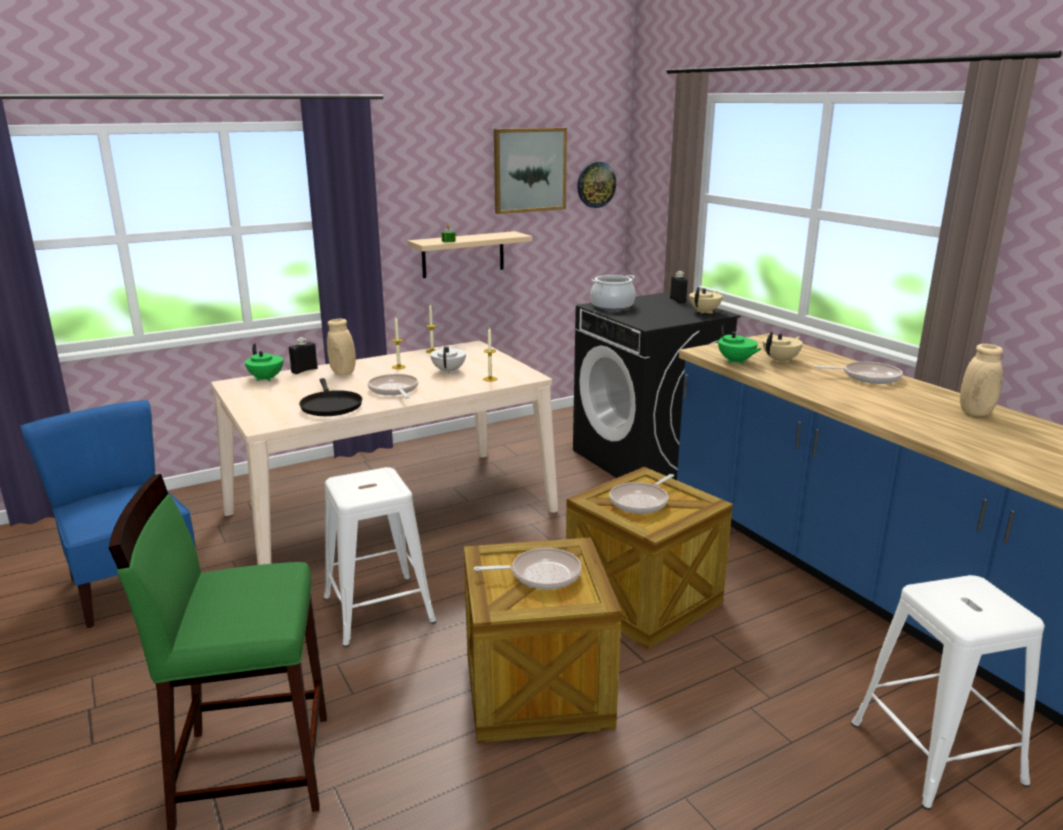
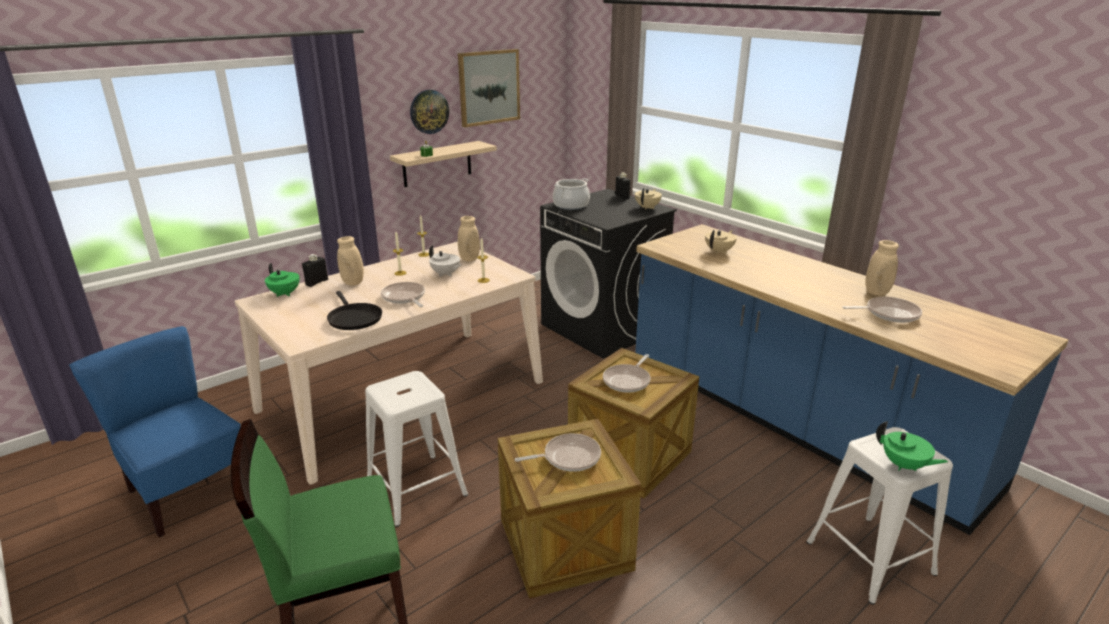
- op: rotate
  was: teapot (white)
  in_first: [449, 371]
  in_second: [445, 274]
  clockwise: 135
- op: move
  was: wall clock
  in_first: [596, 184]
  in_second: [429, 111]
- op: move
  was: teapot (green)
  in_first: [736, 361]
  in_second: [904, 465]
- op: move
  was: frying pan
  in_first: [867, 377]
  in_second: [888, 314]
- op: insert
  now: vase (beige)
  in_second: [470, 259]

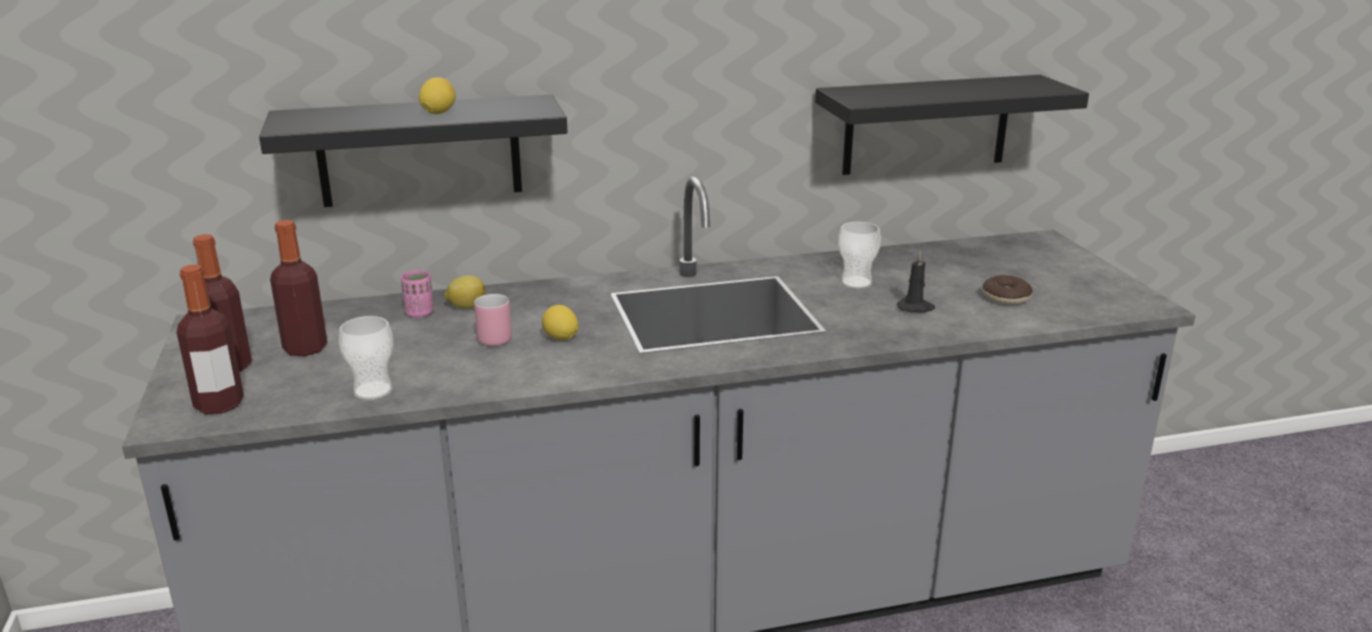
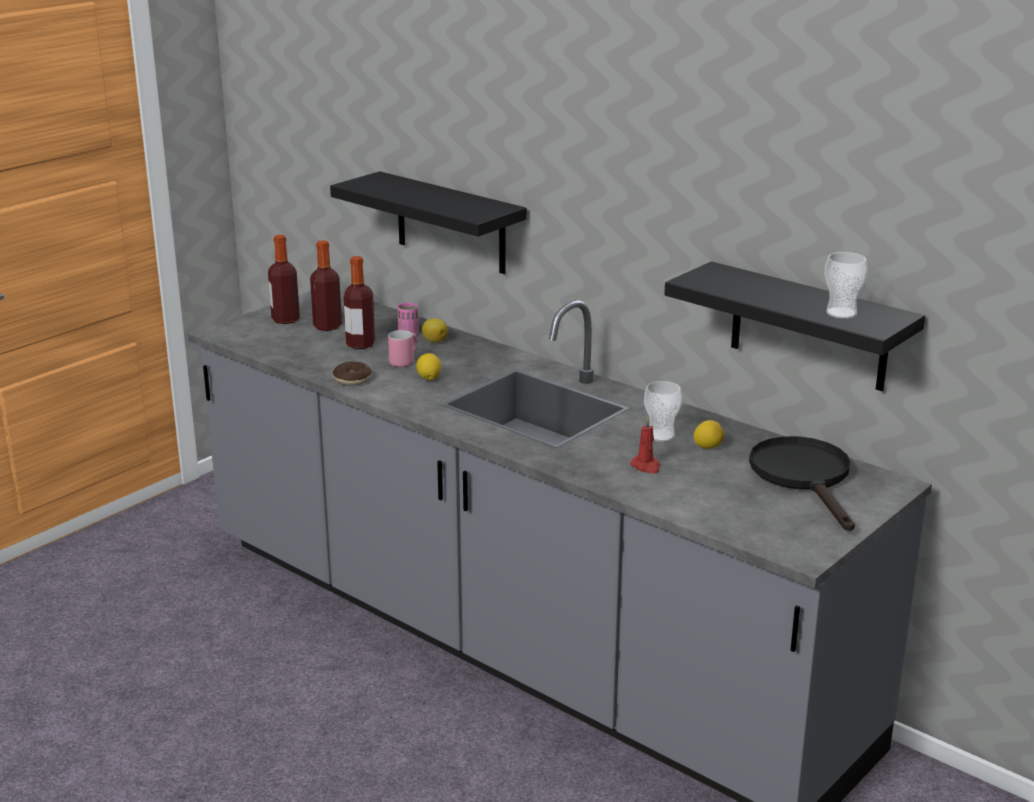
- op: move
  was: bottle
  in_first: [219, 405]
  in_second: [360, 344]
- op: move
  was: cup
  in_first: [373, 391]
  in_second: [841, 313]
- op: move
  was: lemon
  in_first: [438, 113]
  in_second: [708, 447]
- op: recolor
  was: candle (black)
  now: candle (red)
  in_first: [916, 308]
  in_second: [646, 466]
- op: move
  was: donut
  in_first: [1006, 298]
  in_second: [352, 379]
- op: insert
  now: frying pan (black)
  in_second: [805, 477]

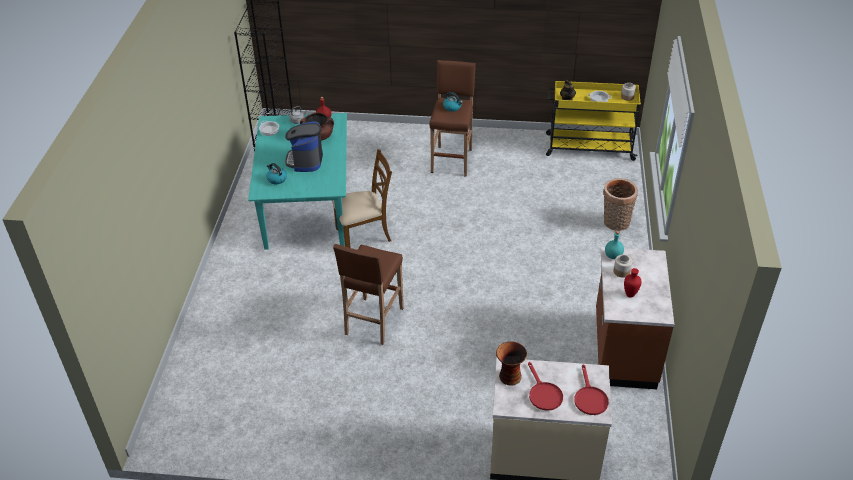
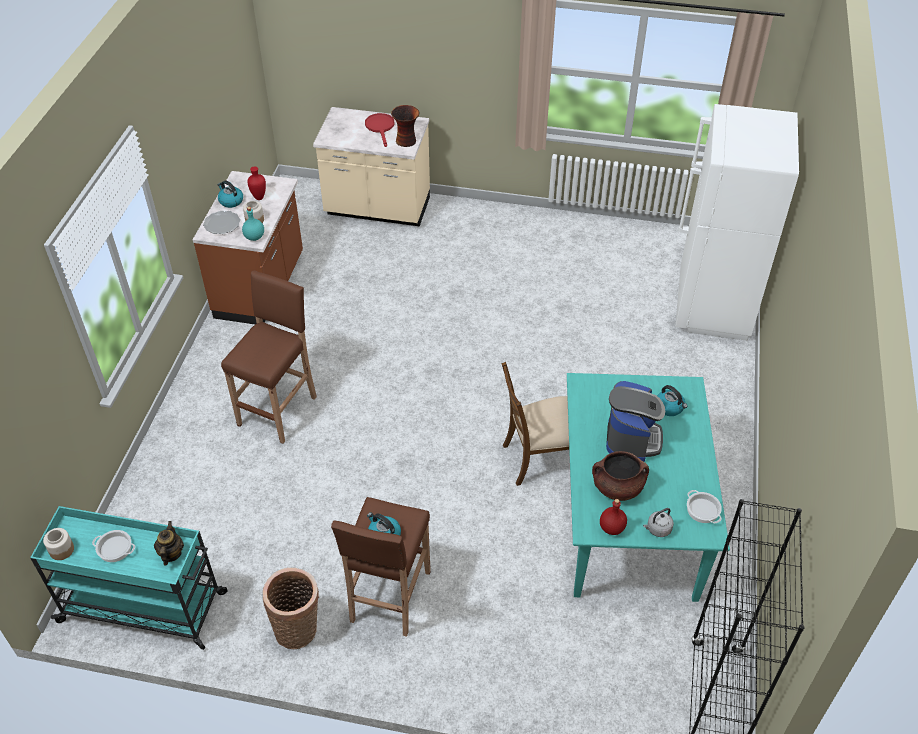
- op: move
  was: stool (brown)
  in_first: [373, 322]
  in_second: [279, 410]
- op: recolor
  was: cart (yellow)
  now: cart (turquoise)
  in_first: [588, 147]
  in_second: [145, 607]
- op: delete
  was: frying pan (red)
  in_first: [589, 398]
- op: move
  was: basket
  in_first: [615, 223]
  in_second: [298, 629]
- op: insert
  now: plate
  in_second: [222, 224]
- op: insert
  now: kettle
  in_second: [230, 201]
- op: insert
  now: fridge (white)
  in_second: [712, 306]

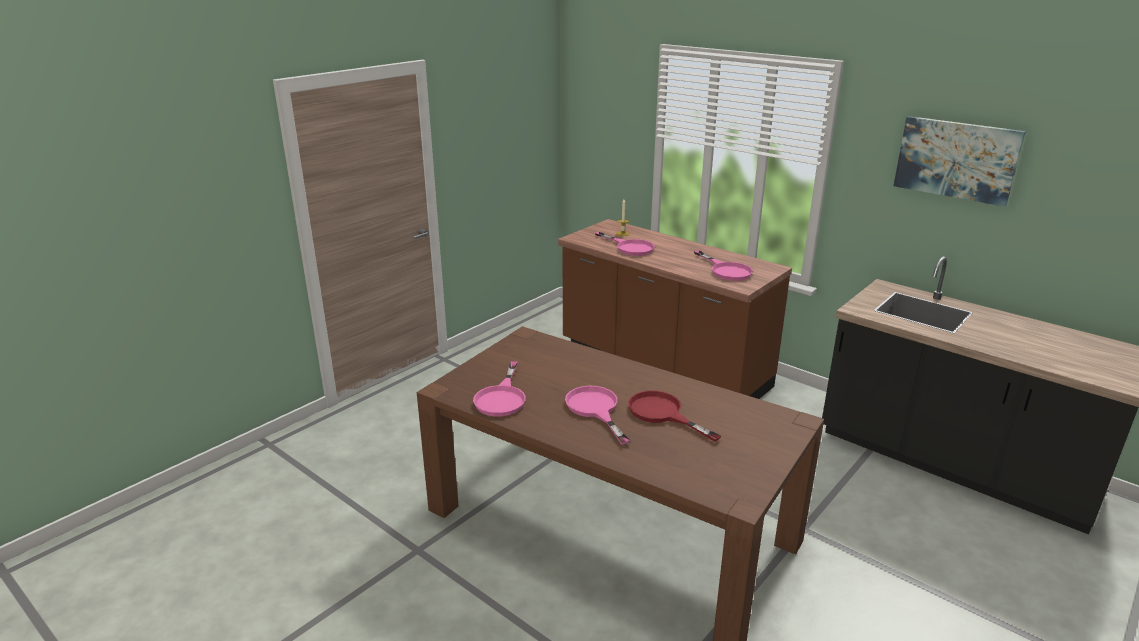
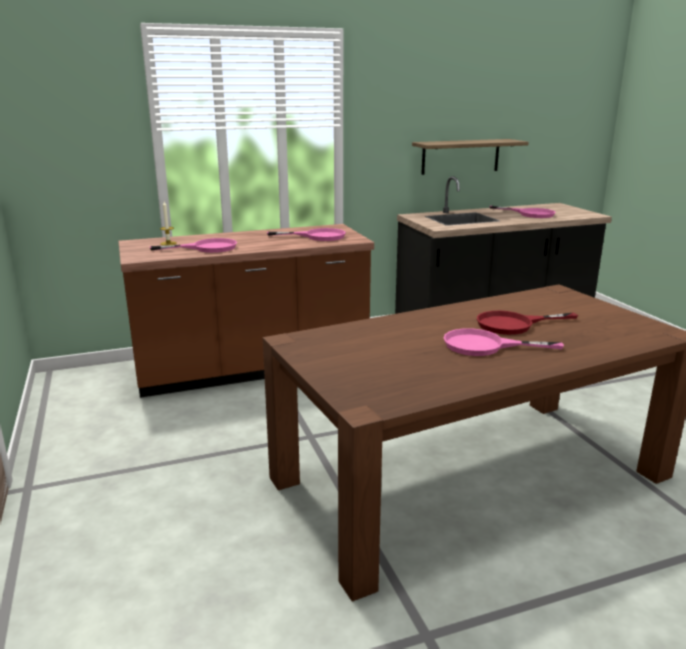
- op: move
  was: frying pan (pink)
  in_first: [502, 397]
  in_second: [530, 214]
- op: delete
  was: picture
  in_first: [956, 159]
- op: insert
  now: shelf
  in_second: [460, 156]

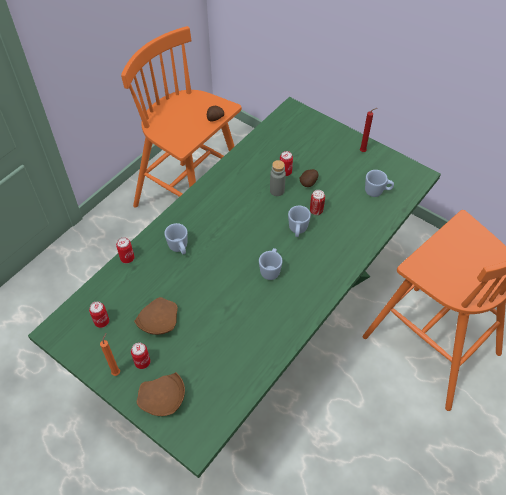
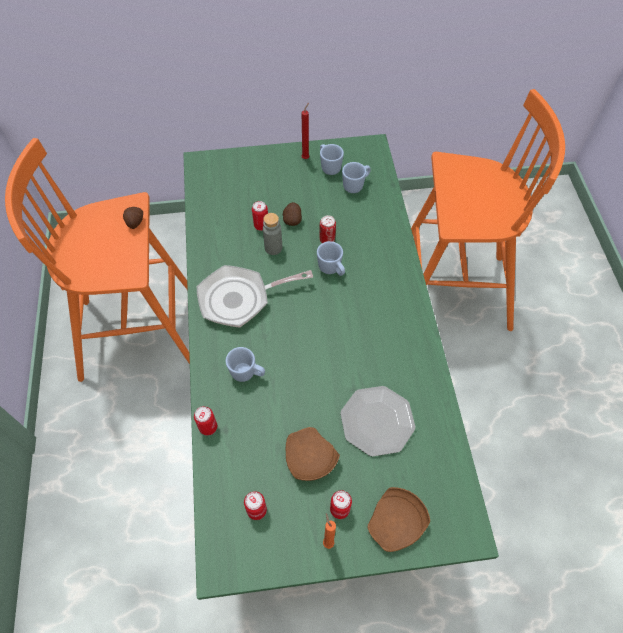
- op: move
  was: mug (blue)
  in_first: [271, 269]
  in_second: [329, 166]
- op: insert
  now: frying pan
  in_second: [240, 299]
- op: insert
  now: plate
  in_second: [377, 421]

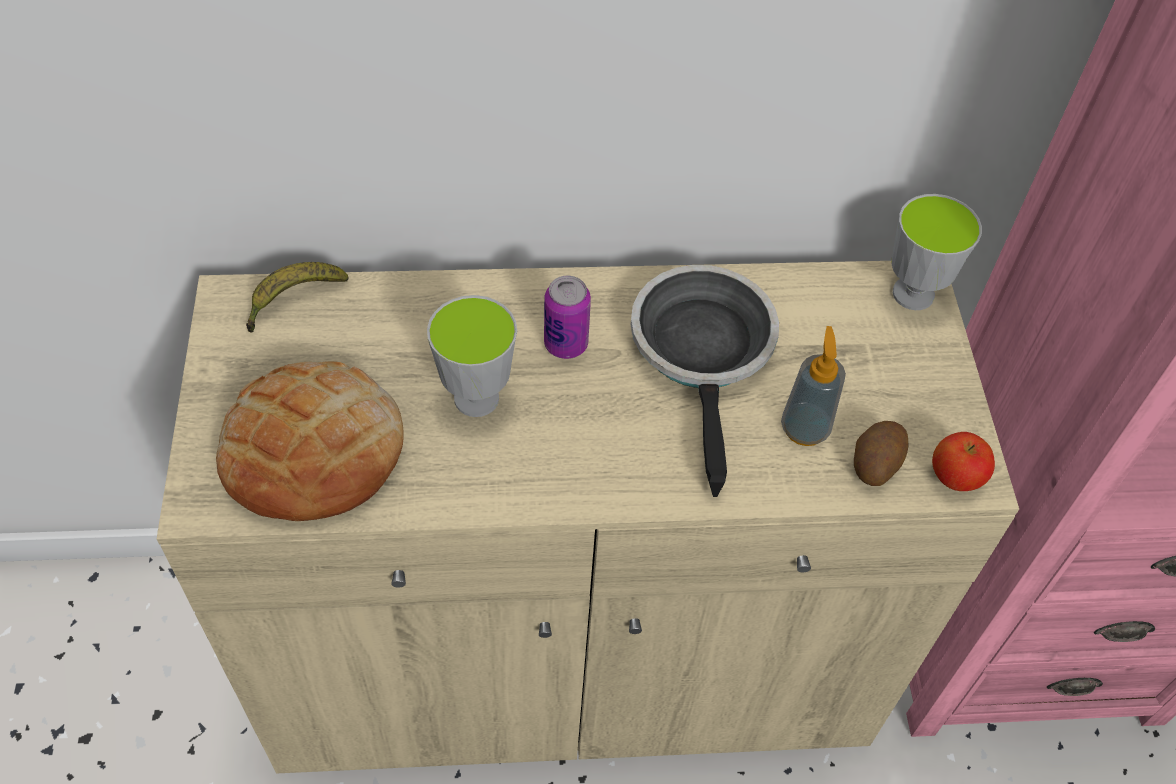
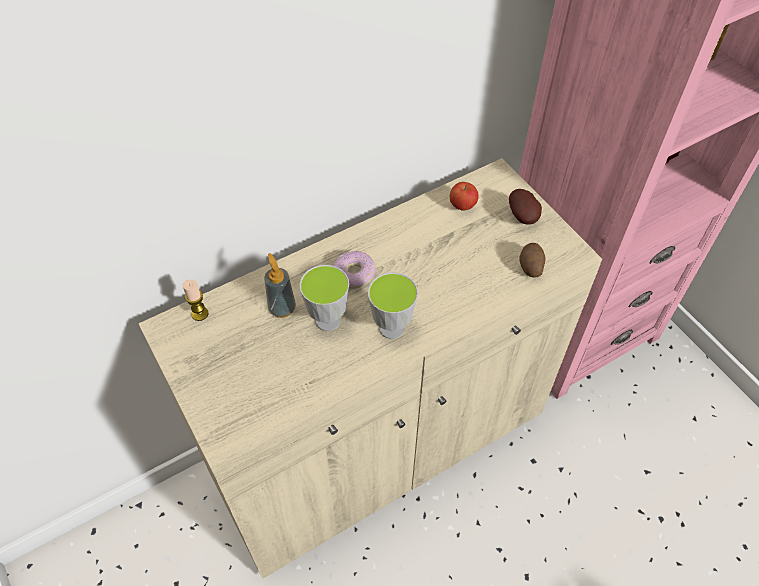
- op: delete
  was: bread
  in_first: [313, 449]
- op: replace
  was: banana
  now: candle
  in_first: [293, 300]
  in_second: [200, 314]
- op: replace
  was: can
  now: donut
  in_first: [566, 344]
  in_second: [354, 274]
- op: delete
  was: frying pan
  in_first: [704, 354]
- op: move
  was: soap dispenser
  in_first: [804, 428]
  in_second: [282, 308]
- op: move
  was: cup
  in_first: [913, 294]
  in_second: [391, 328]
- op: move
  was: apple
  in_first: [955, 477]
  in_second: [462, 206]
- op: insert
  now: potato
  in_second: [524, 217]

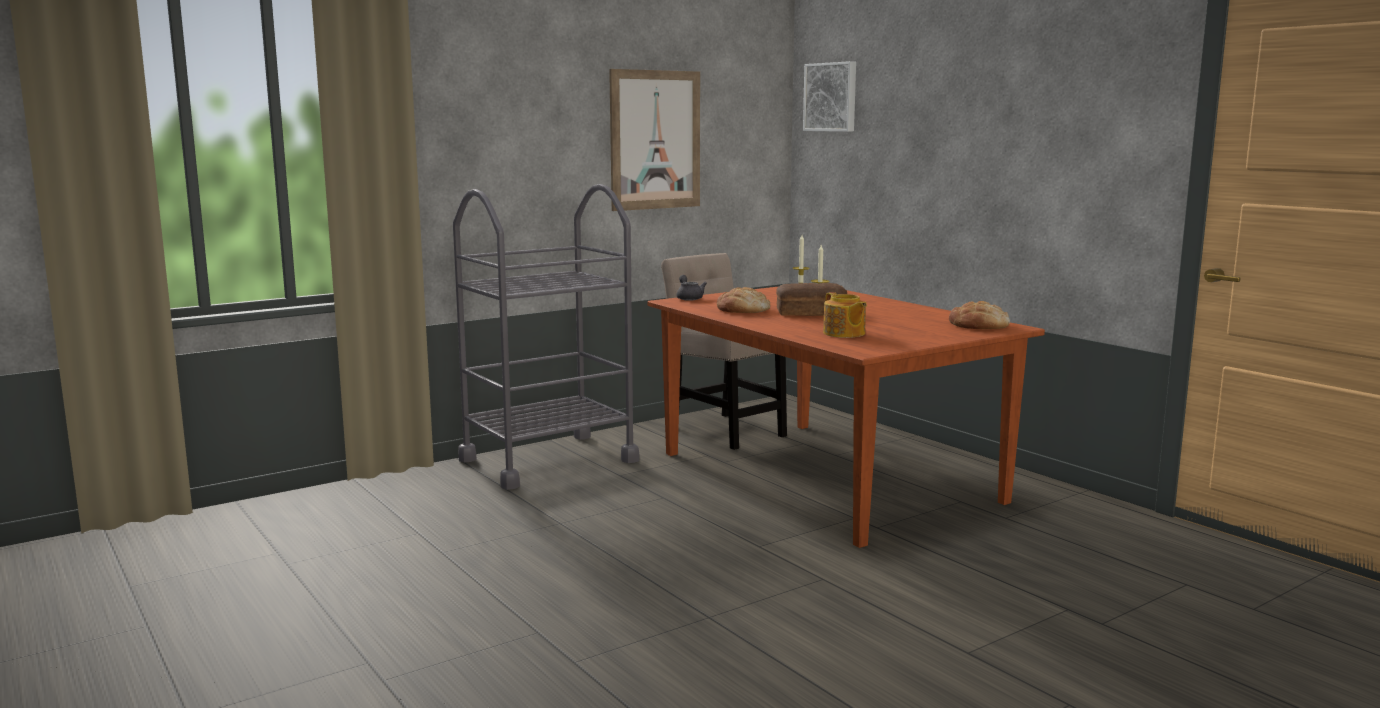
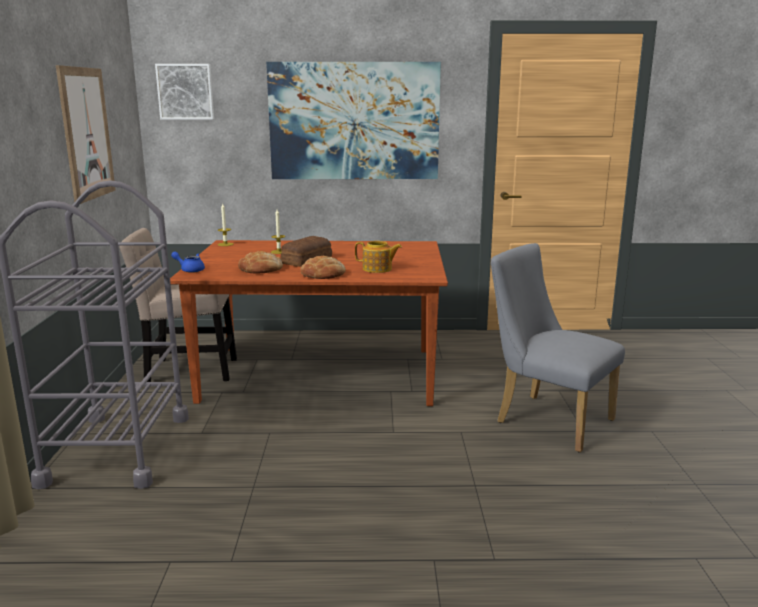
- op: recolor
  was: teapot (grey)
  now: teapot (blue)
  in_first: [689, 298]
  in_second: [190, 270]
- op: move
  was: bread
  in_first: [979, 325]
  in_second: [323, 274]
- op: insert
  now: picture
  in_second: [354, 121]
- op: insert
  now: chair (grey)
  in_second: [546, 419]

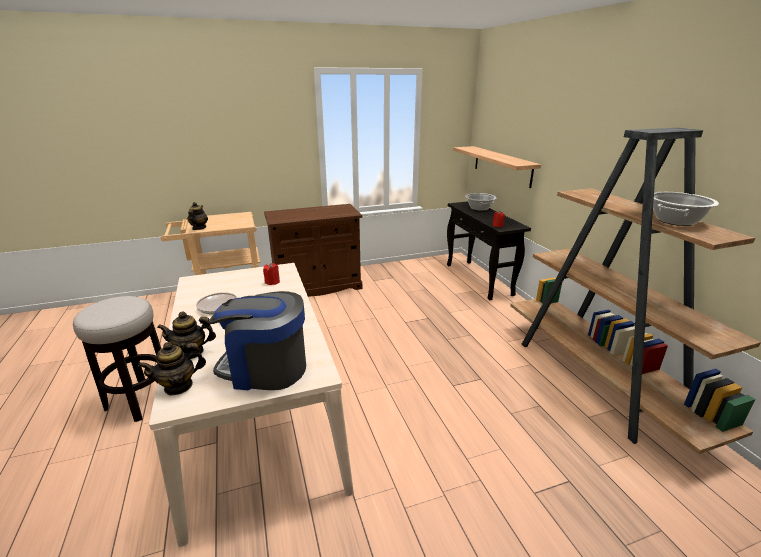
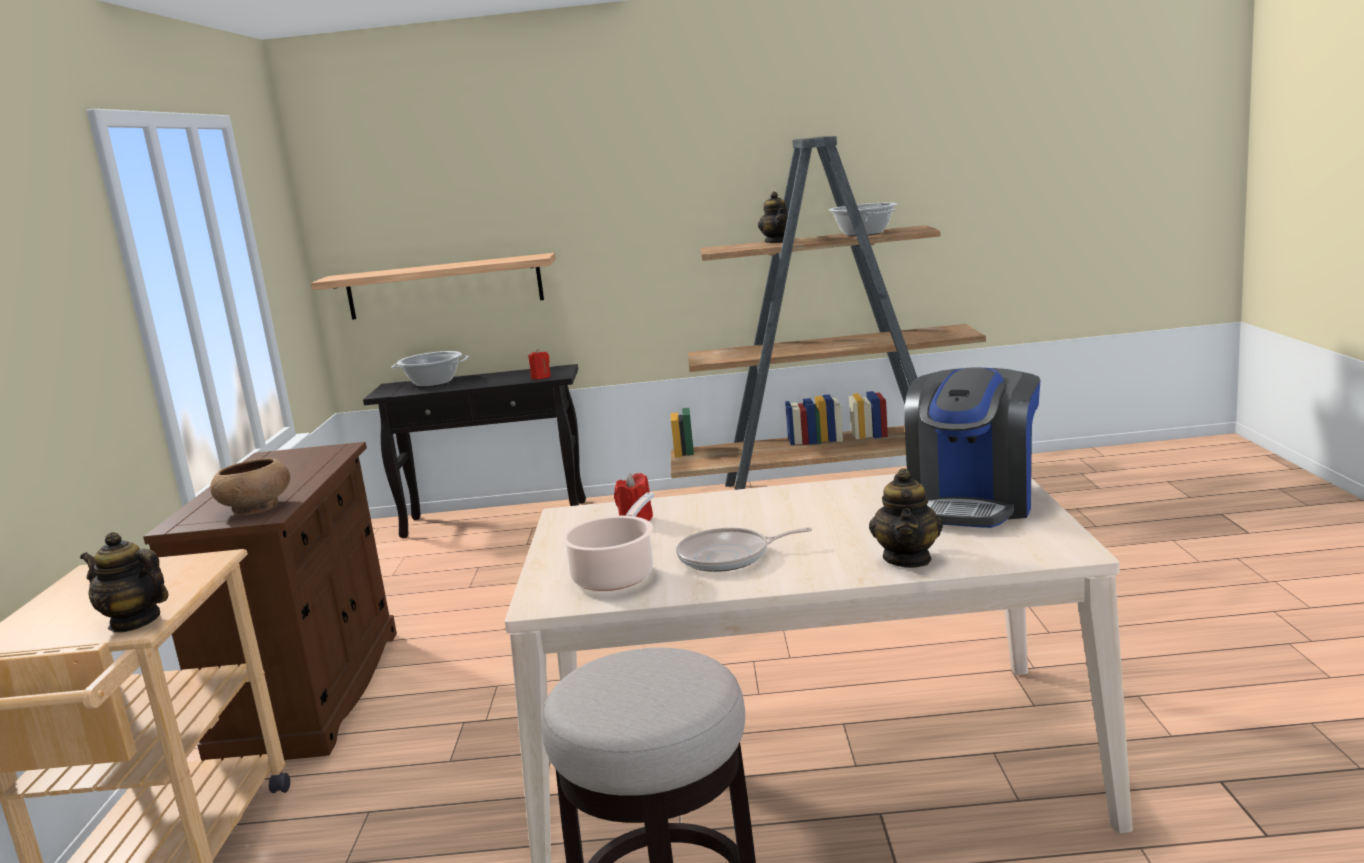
- op: move
  was: teapot
  in_first: [178, 386]
  in_second: [777, 242]
- op: insert
  now: bowl (brown)
  in_second: [255, 508]
- op: insert
  now: cooking pot
  in_second: [616, 575]

